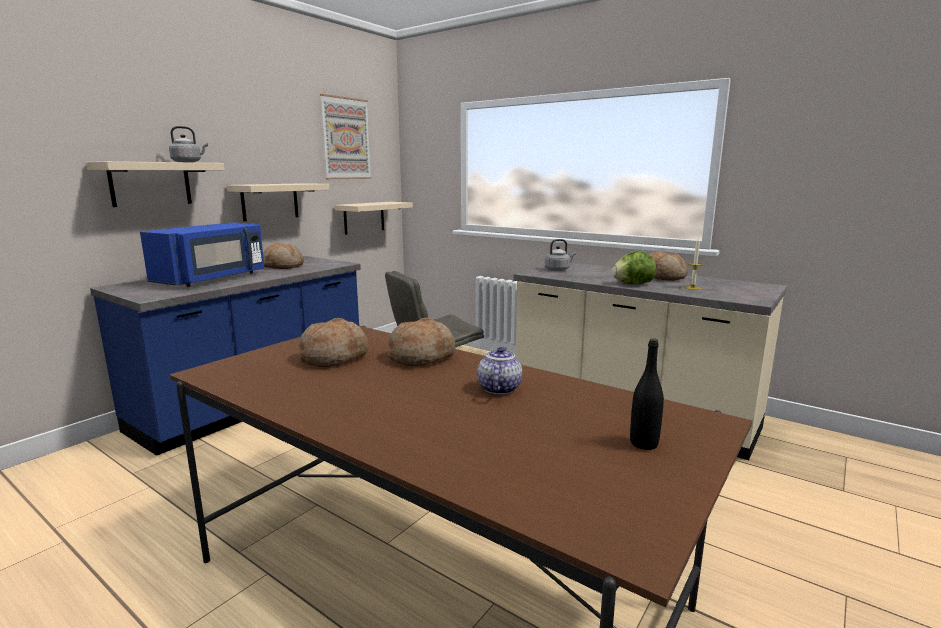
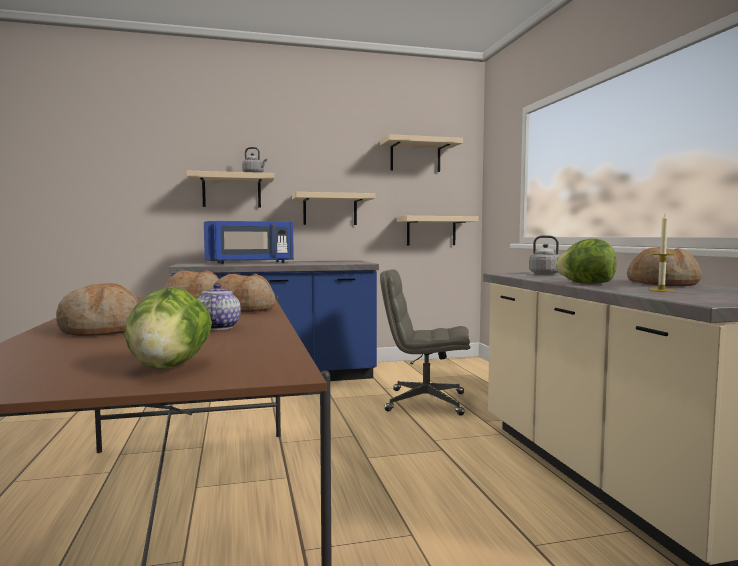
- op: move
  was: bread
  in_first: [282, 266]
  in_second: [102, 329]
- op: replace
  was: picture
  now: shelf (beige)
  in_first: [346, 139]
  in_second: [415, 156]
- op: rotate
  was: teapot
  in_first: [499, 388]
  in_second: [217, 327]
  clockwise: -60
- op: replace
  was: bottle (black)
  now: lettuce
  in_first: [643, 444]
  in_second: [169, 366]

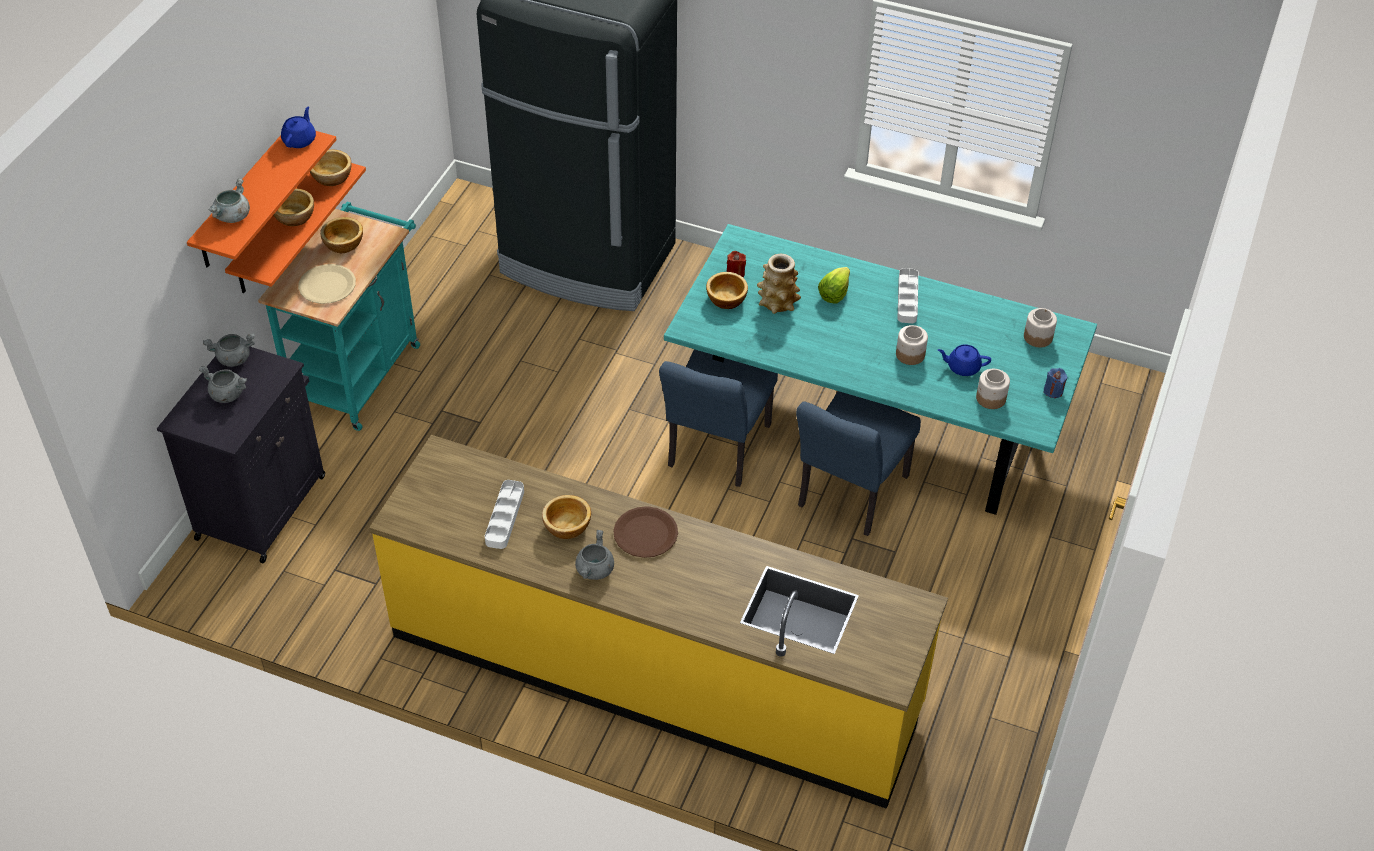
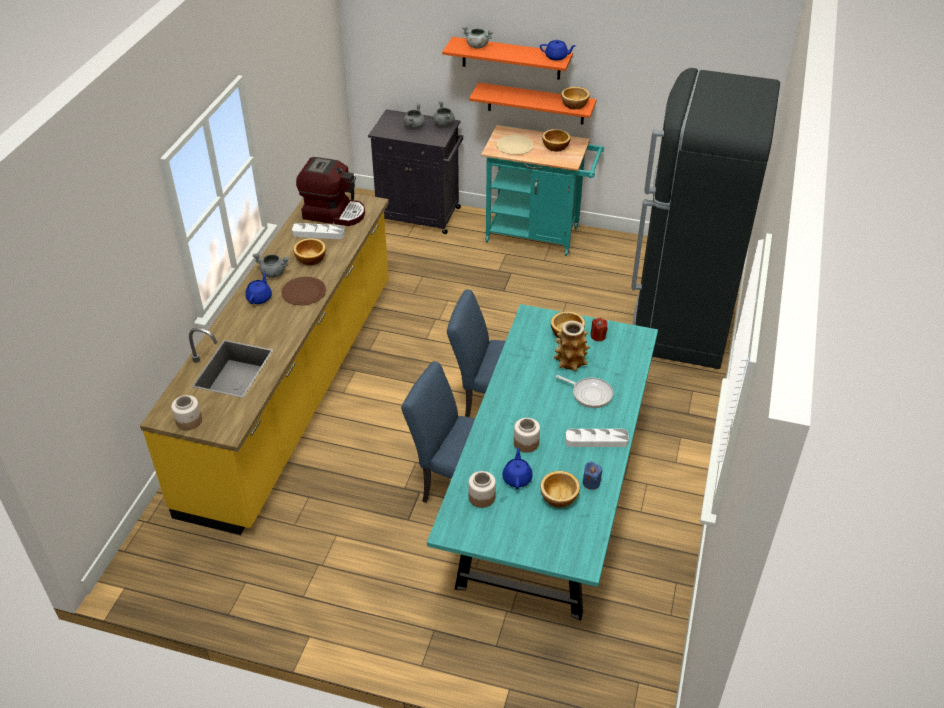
- op: move
  was: bowl
  in_first: [295, 216]
  in_second: [559, 497]
- op: replace
  was: lettuce
  now: frying pan
  in_first: [834, 294]
  in_second: [590, 394]
- op: move
  was: jar
  in_first: [1038, 337]
  in_second: [189, 421]
- op: move
  was: candle (blue)
  in_first: [1053, 391]
  in_second: [591, 483]
- op: insert
  now: teapot (blue)
  in_second: [259, 298]
- op: insert
  now: coffee machine
  in_second: [334, 213]

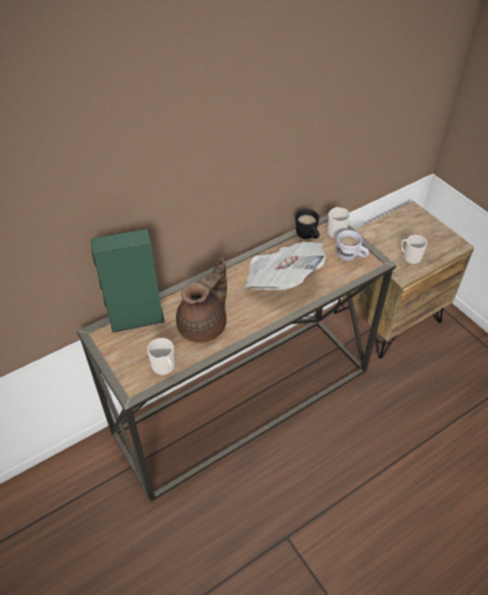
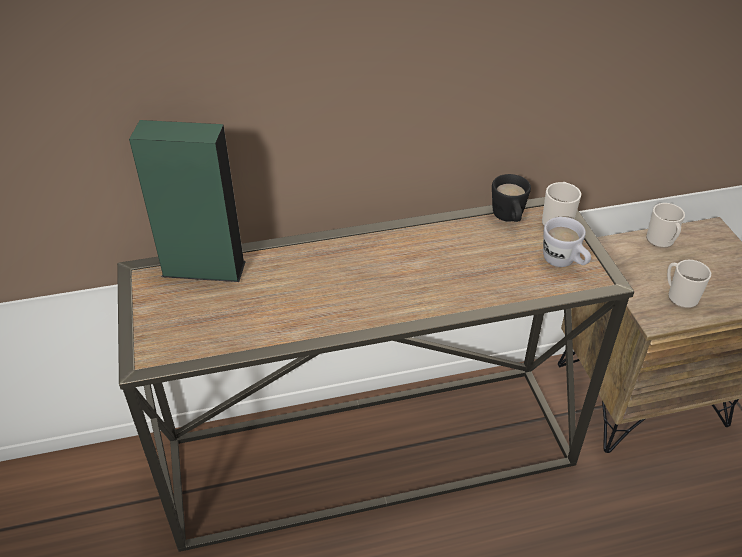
- op: move
  was: mug
  in_first: [165, 368]
  in_second: [661, 241]
- op: delete
  was: teapot (brown)
  in_first: [204, 325]
- op: delete
  was: newspaper
  in_first: [281, 280]

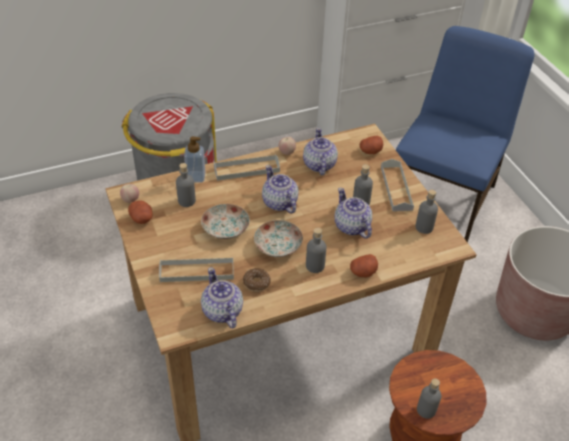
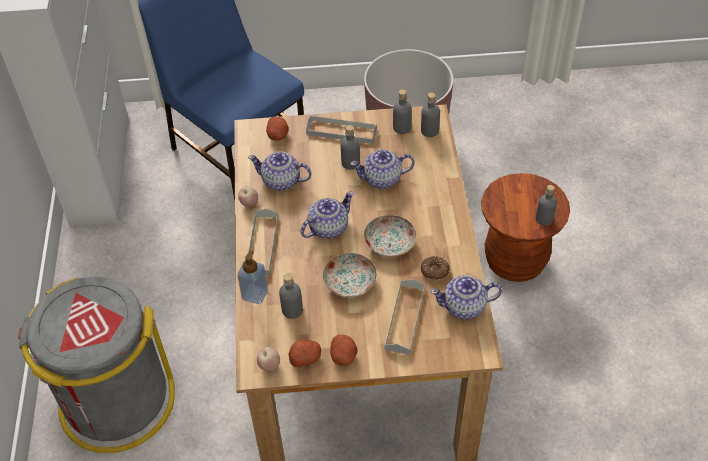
- op: rotate
  was: teapot
  in_first: [279, 203]
  in_second: [327, 228]
  clockwise: 150
- op: move
  was: bottle (grey)
  in_first: [315, 266]
  in_second: [429, 131]
- op: move
  was: potato
  in_first: [363, 272]
  in_second: [344, 356]

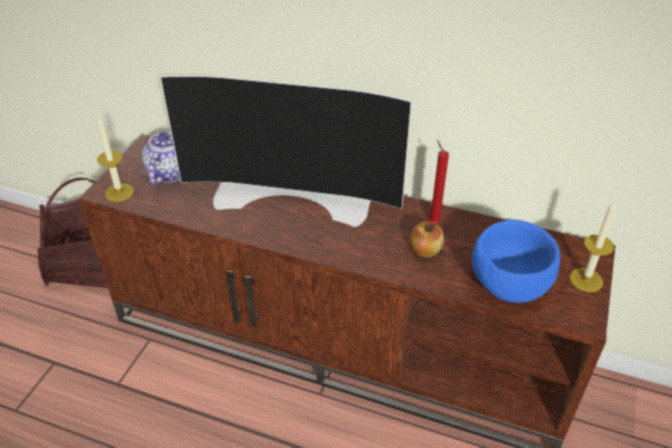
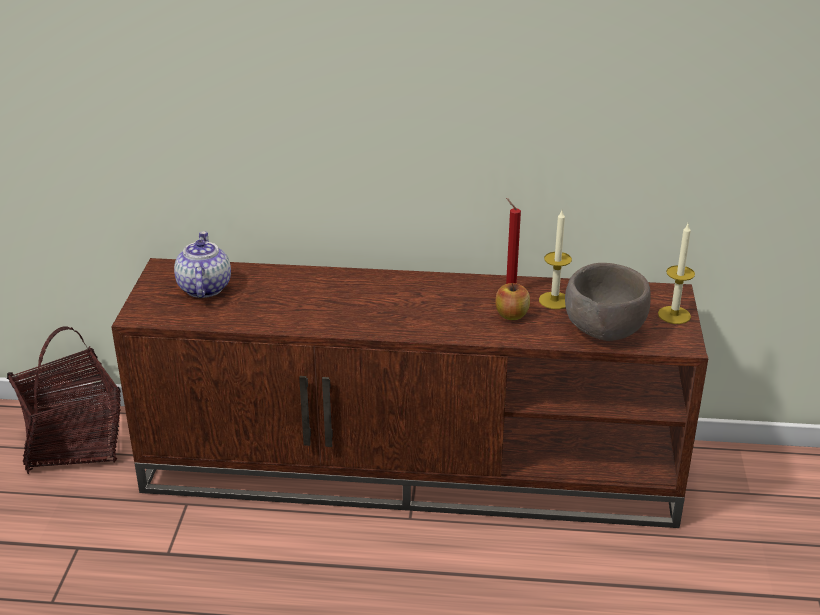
- op: move
  was: candle
  in_first: [119, 192]
  in_second: [554, 300]
- op: delete
  was: television
  in_first: [294, 195]
- op: recolor
  was: bowl (blue)
  now: bowl (brown)
  in_first: [507, 285]
  in_second: [603, 331]

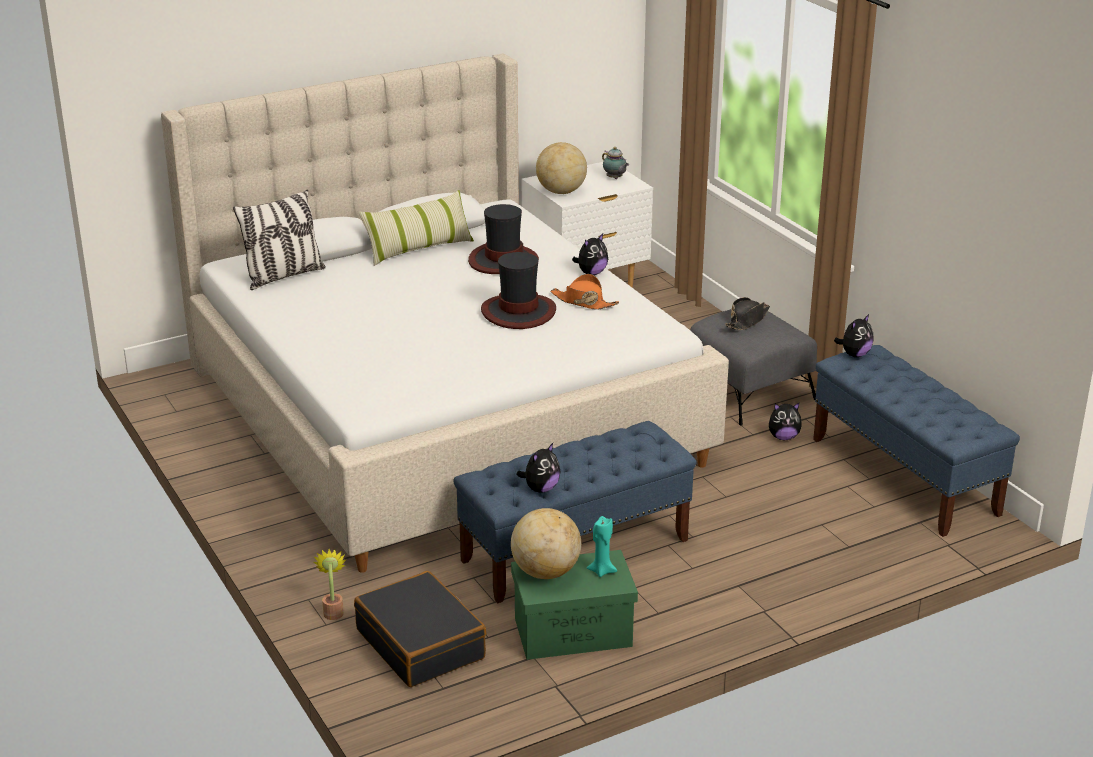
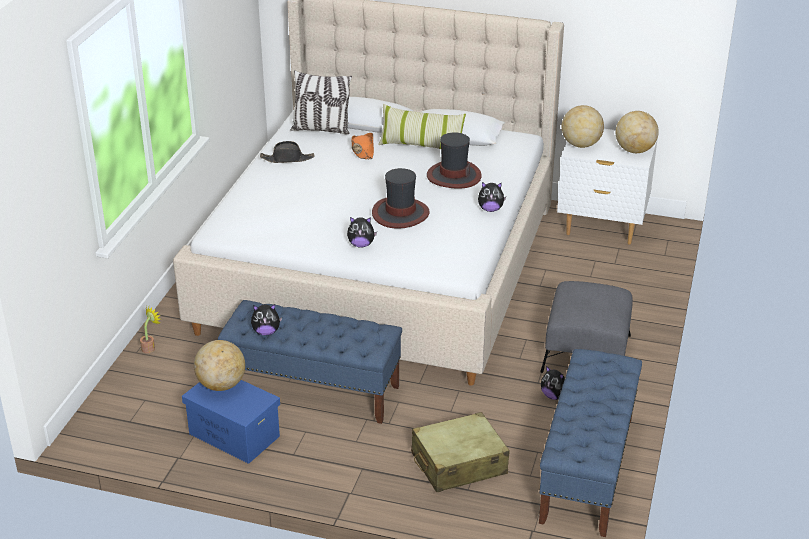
- op: delete
  was: suitcase (black)
  in_first: [421, 644]
- op: recolor
  was: storage box (green)
  now: storage box (blue)
  in_first: [572, 633]
  in_second: [233, 435]
- op: move
  was: hat (orange)
  in_first: [583, 302]
  in_second: [362, 151]
- op: delete
  was: candle (turquoise)
  in_first: [602, 571]
- op: replace
  was: teapot
  now: globe
  in_first: [615, 178]
  in_second: [634, 150]
- op: move
  was: hat (black)
  in_first: [747, 320]
  in_second: [287, 159]
- op: move
  was: plush toy
  in_first: [854, 354]
  in_second: [361, 245]
- op: insert
  now: suitcase (beige)
  in_second: [458, 464]

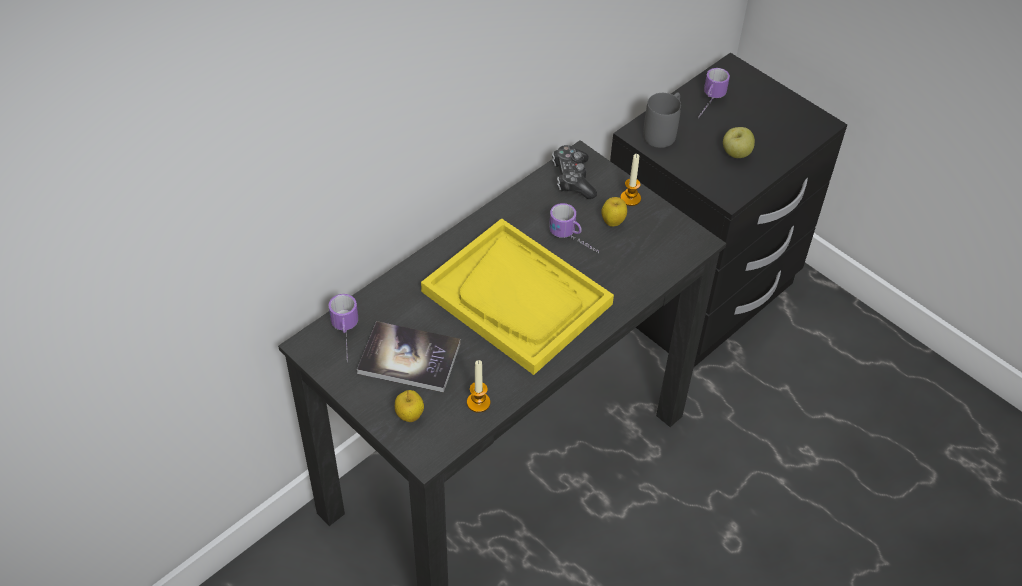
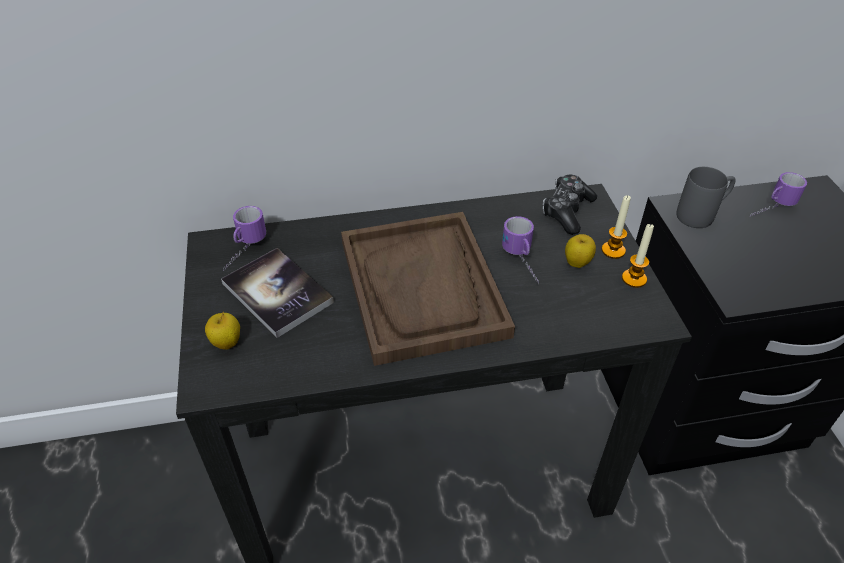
- op: recolor
  was: tray (yellow)
  now: tray (brown)
  in_first: [517, 298]
  in_second: [423, 288]
- op: move
  was: candle
  in_first: [478, 402]
  in_second: [634, 279]
- op: delete
  was: apple
  in_first: [736, 154]

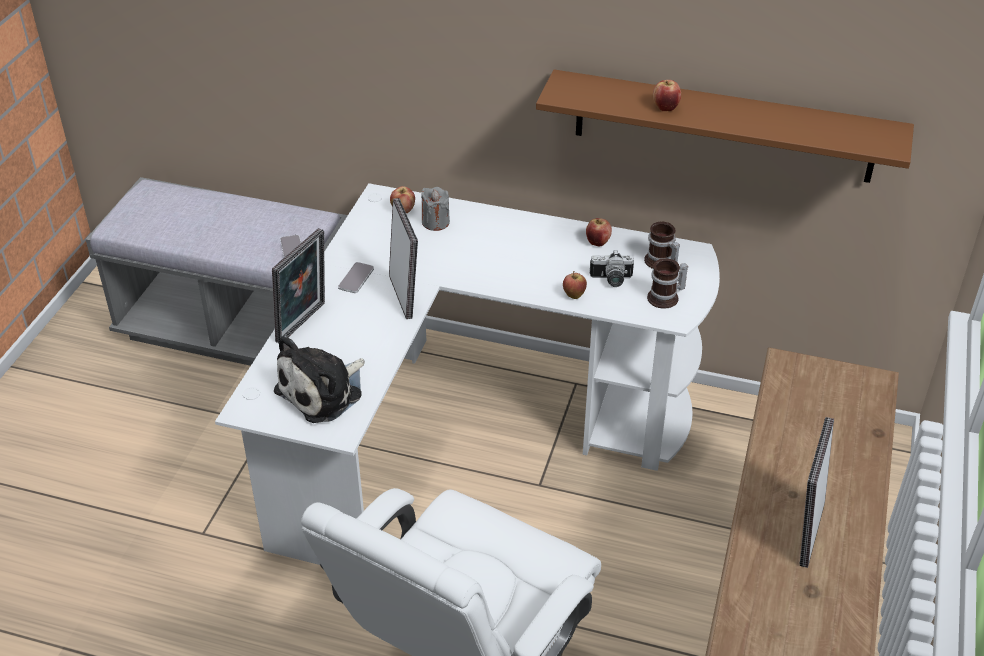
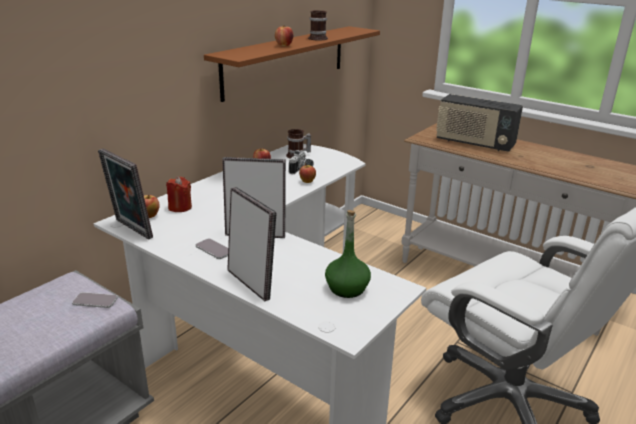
- op: replace
  was: plush toy
  now: bottle (green)
  in_first: [323, 391]
  in_second: [347, 288]
- op: recolor
  was: candle (grey)
  now: candle (red)
  in_first: [435, 222]
  in_second: [180, 207]
- op: move
  was: mug
  in_first: [666, 298]
  in_second: [318, 38]
- op: move
  was: picture frame
  in_first: [806, 532]
  in_second: [130, 230]
- op: insert
  now: radio
  in_second: [474, 143]

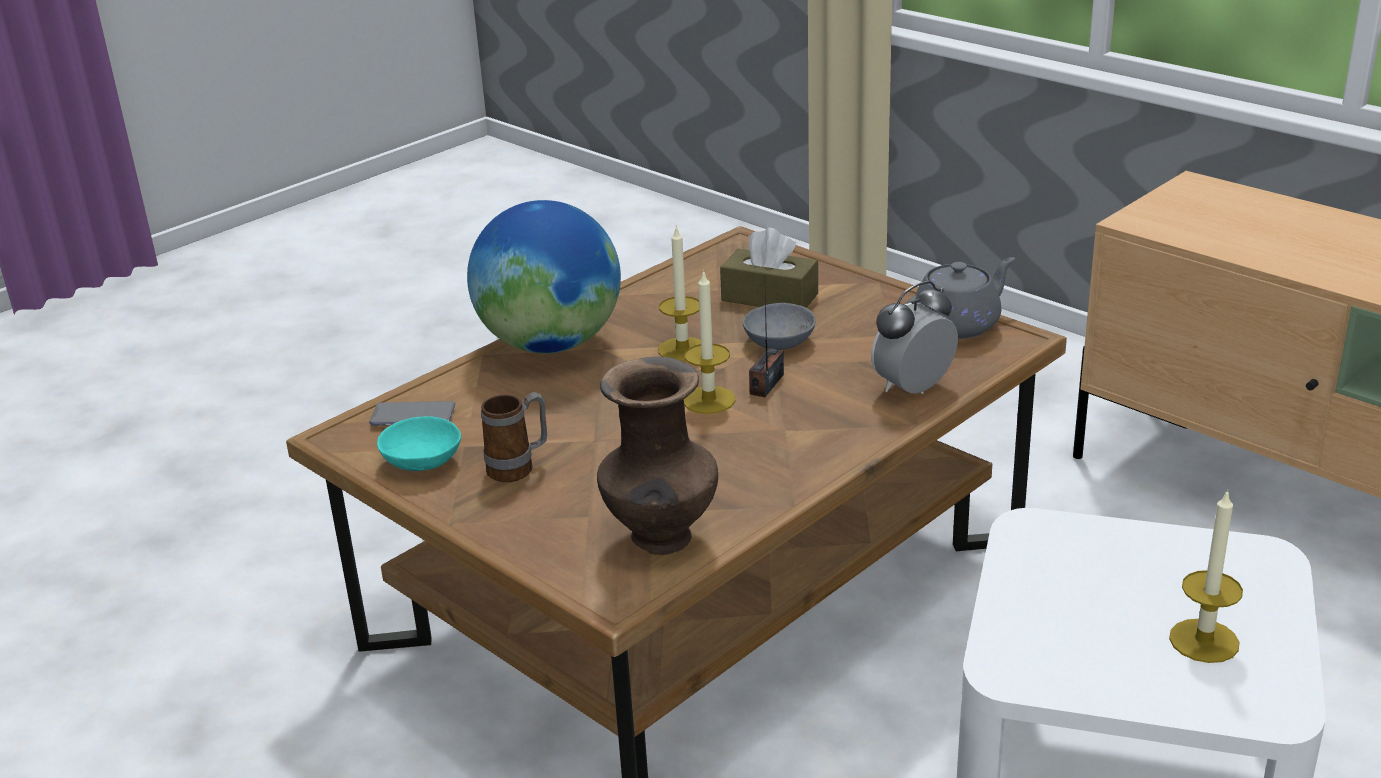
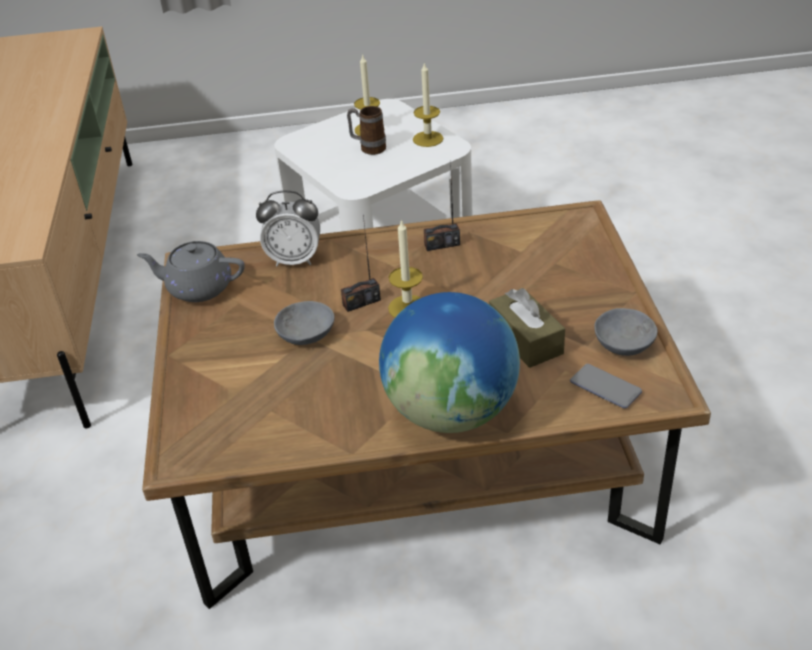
- op: recolor
  was: bowl (turquoise)
  now: bowl (grey)
  in_first: [425, 459]
  in_second: [621, 343]
- op: move
  was: mug
  in_first: [519, 468]
  in_second: [368, 148]
- op: delete
  was: vase (brown)
  in_first: [662, 540]
- op: move
  was: candle
  in_first: [682, 349]
  in_second: [428, 139]
- op: move
  was: tissue box (brown)
  in_first: [769, 297]
  in_second: [525, 339]
- op: insert
  now: radio
  in_second: [442, 244]

